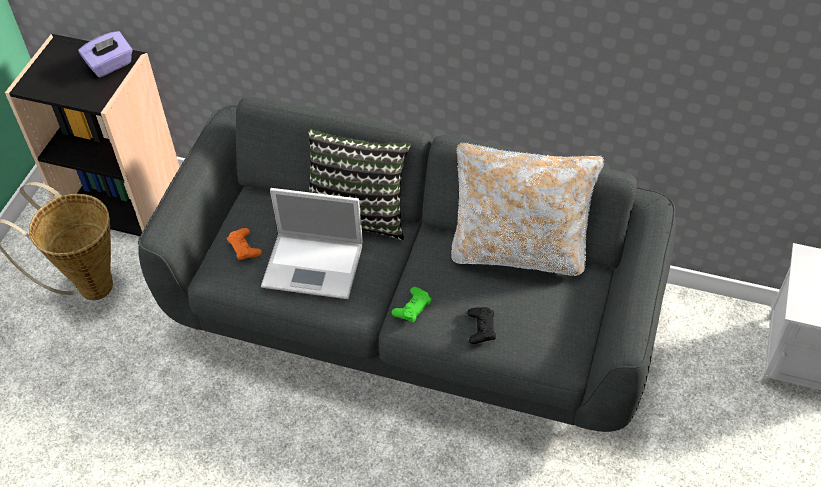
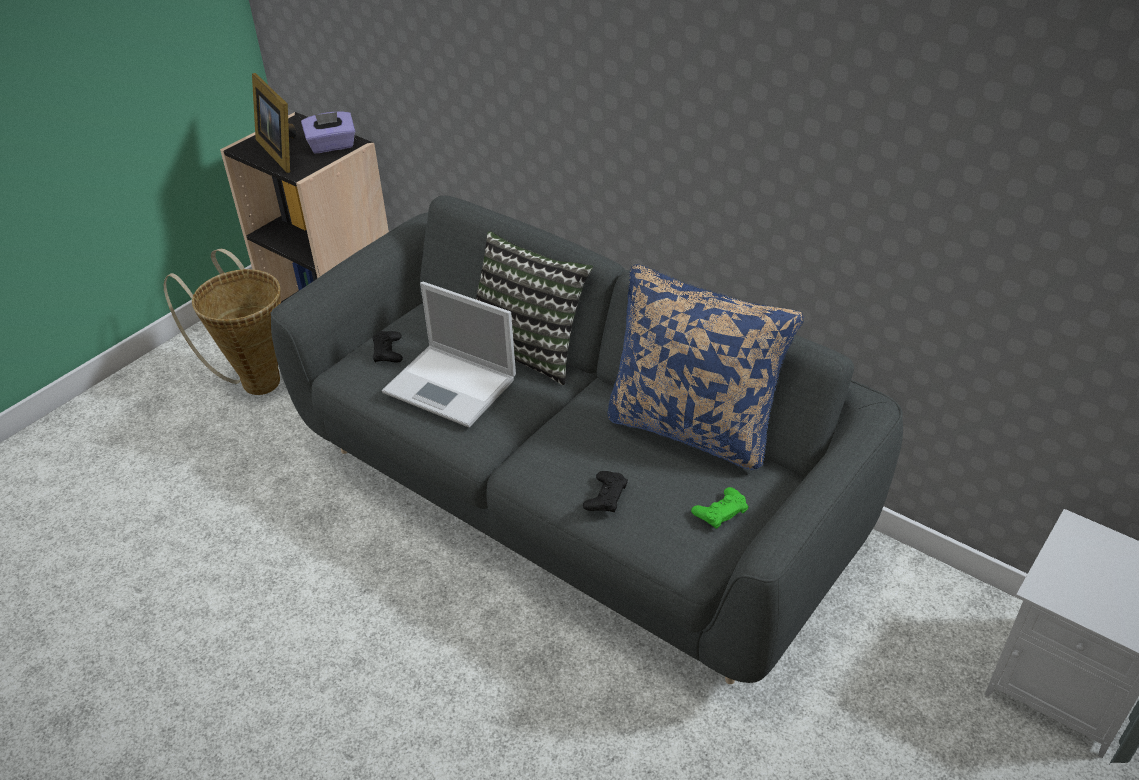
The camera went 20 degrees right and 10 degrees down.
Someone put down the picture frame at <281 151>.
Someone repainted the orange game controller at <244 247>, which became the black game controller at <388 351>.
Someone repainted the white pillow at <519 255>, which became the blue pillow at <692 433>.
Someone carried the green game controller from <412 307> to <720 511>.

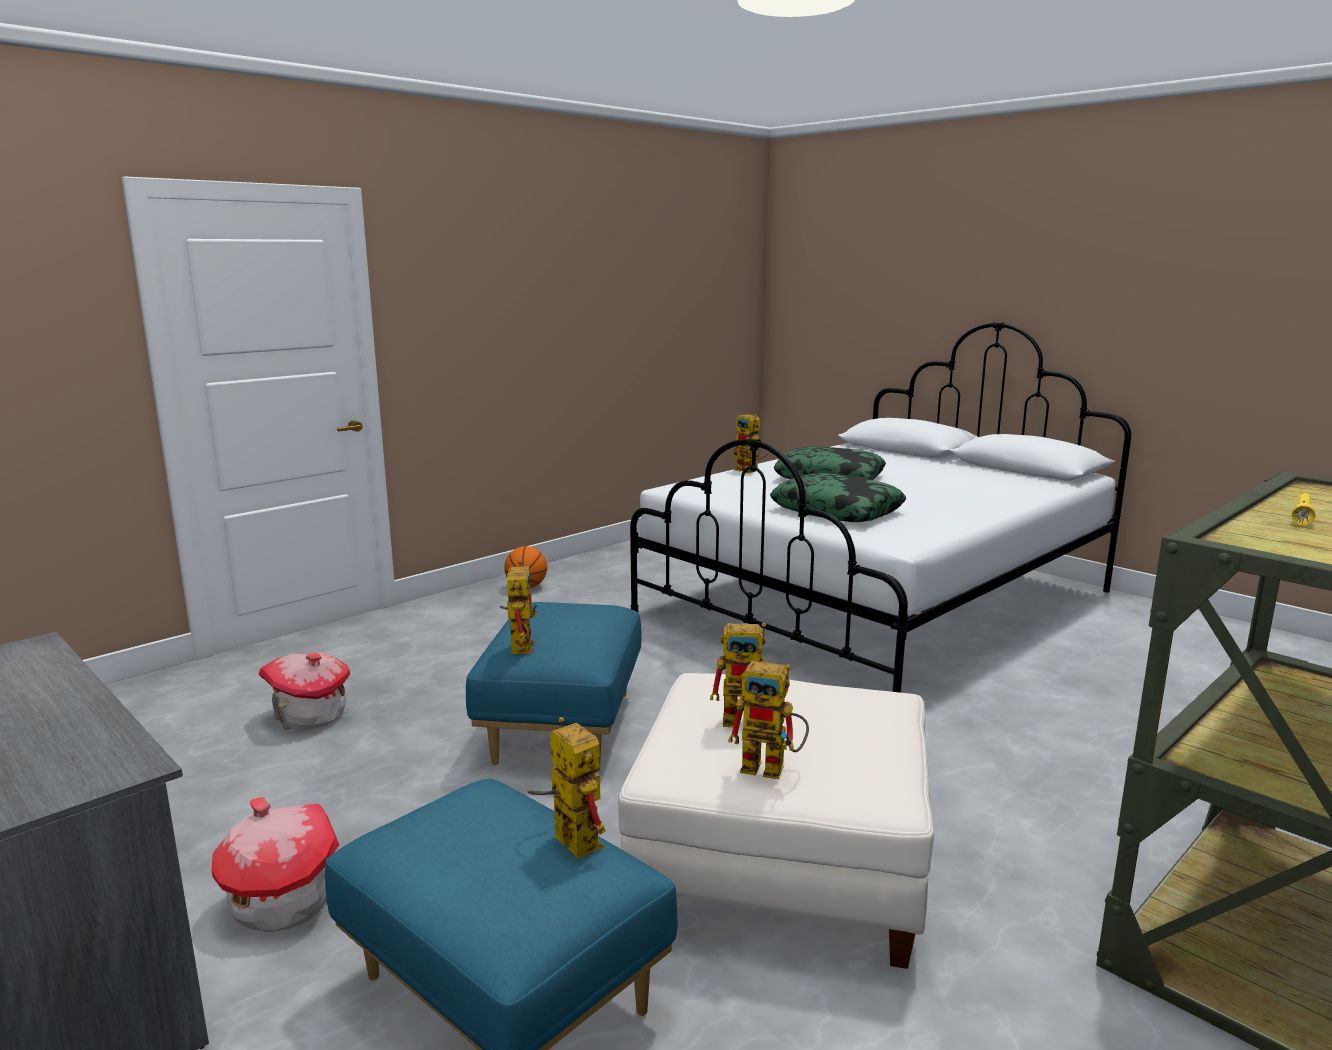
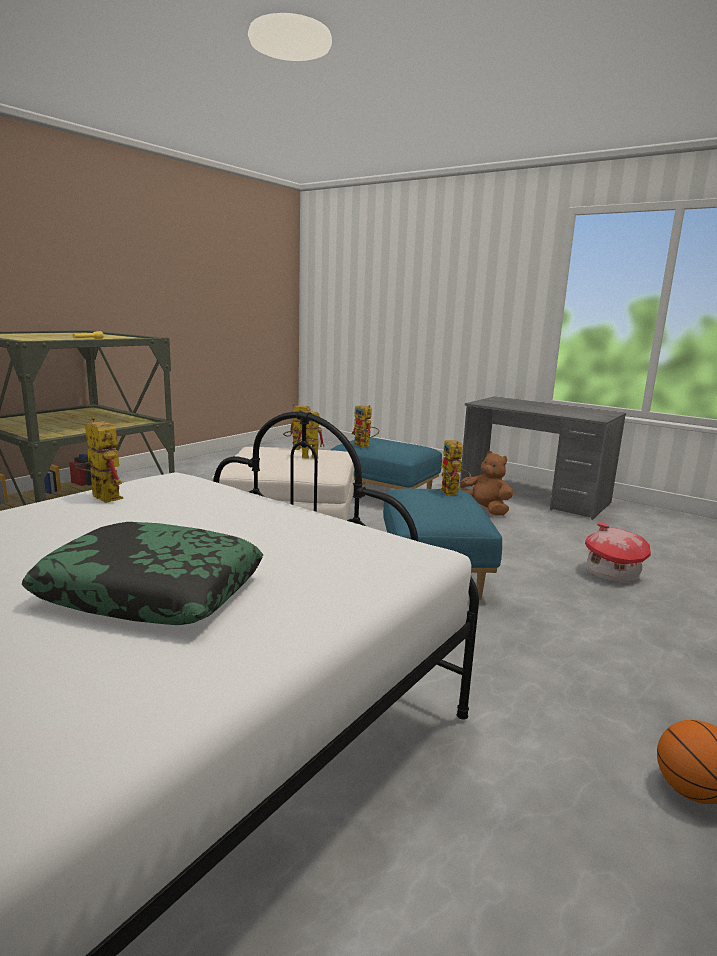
The camera went 170 degrees right and 0 degrees up.
Someone carried the toy robot from <751 471> to <101 496>.
Someone swapped the toy house at <282 903> for the brown plush toy at <484 510>.
Someone took away the pillow at <837 511>.

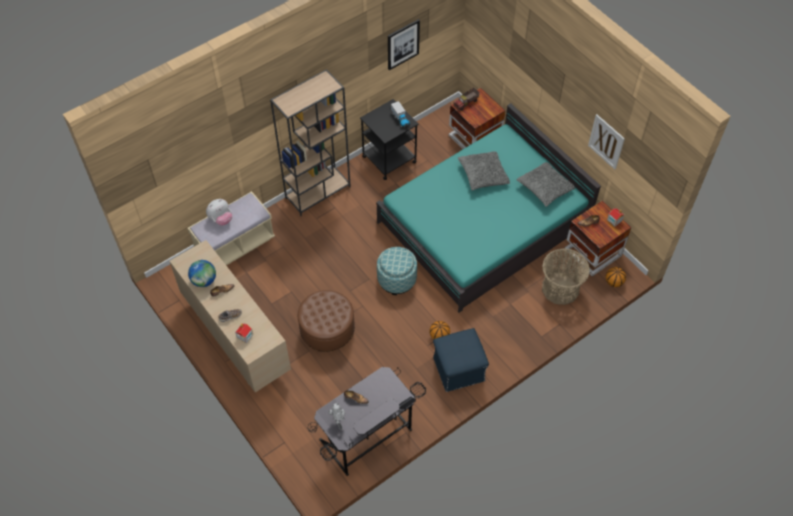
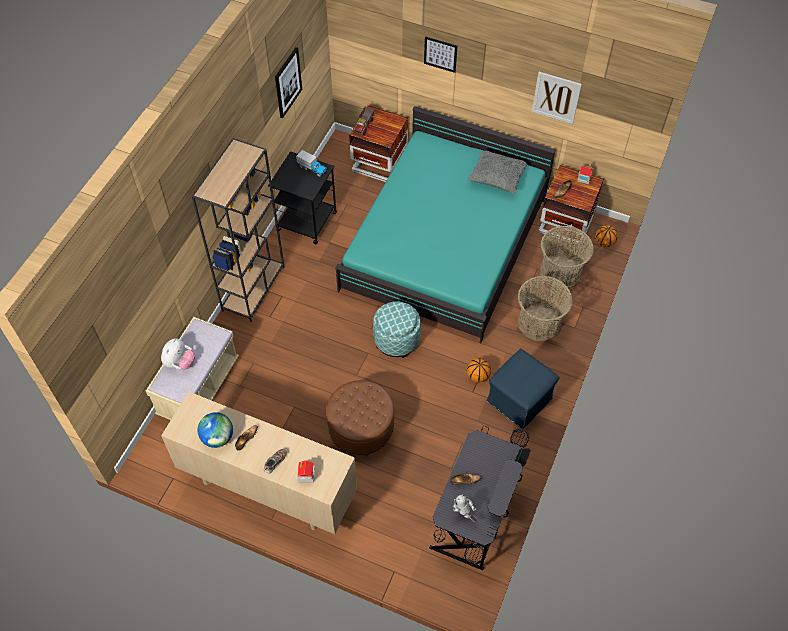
The camera went 30 degrees left and 0 degrees up.
Someone put up the picture at <440 54>.
Someone put down the basket at <539 323>.
Someone took away the grey pillow at <483 175>.

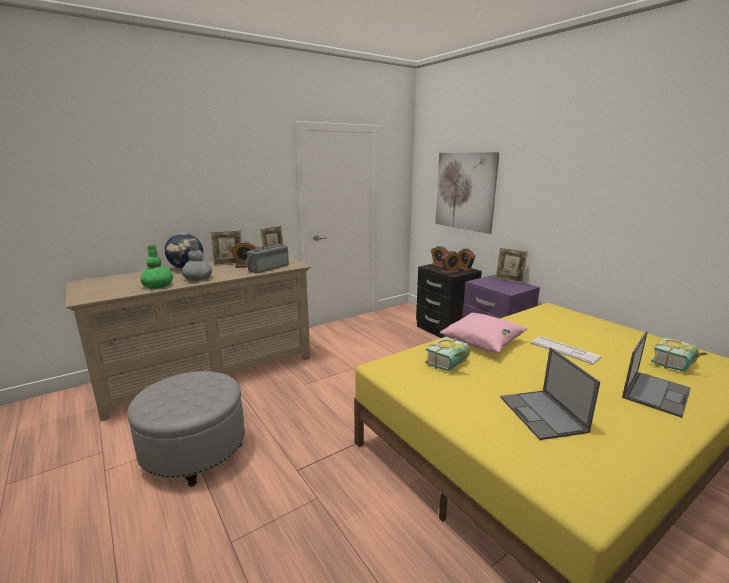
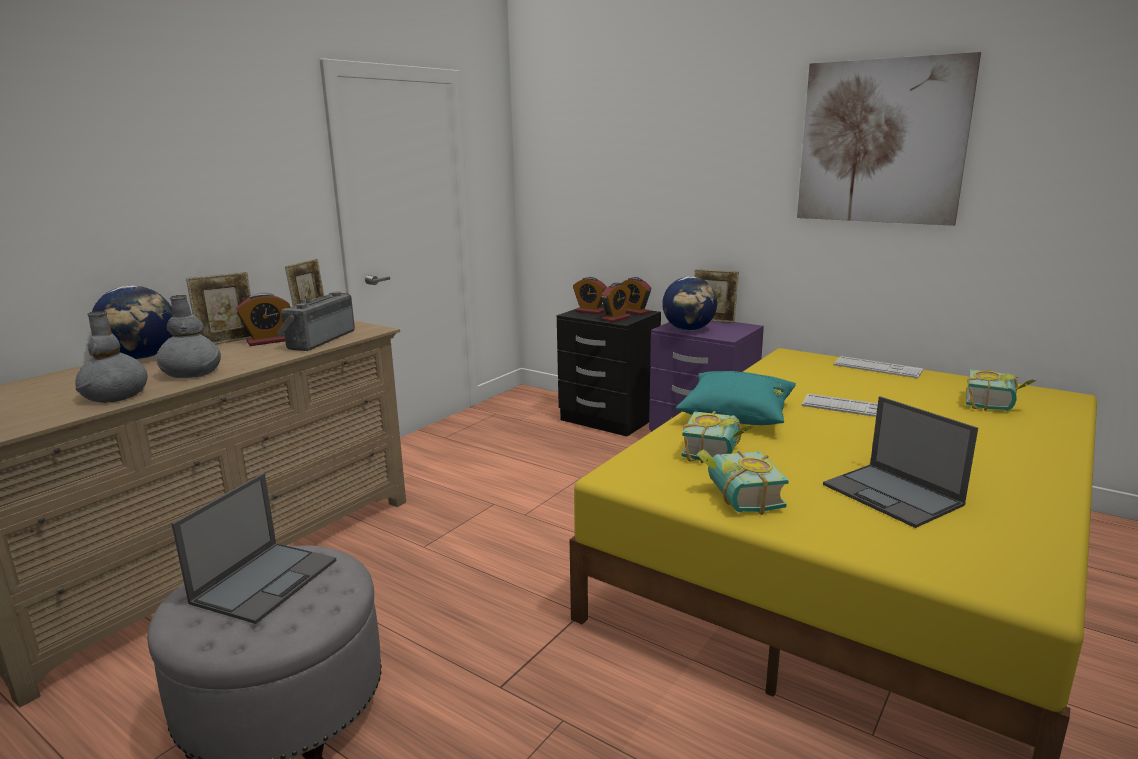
The camera went 20 degrees left and 0 degrees up.
Someone repainted the green vase at <158 285>, which became the grey vase at <116 395>.
Someone carried the laptop from <656 393> to <266 580>.
Someone put down the globe at <689 330>.
Someone repainted the pink pillow at <482 342>, which became the turquoise pillow at <736 415>.
Someone put down the book at <737 499>.
Someone carried the picture from <465 191> to <881 142>.
Someone put down the keyboard at <877 368>.

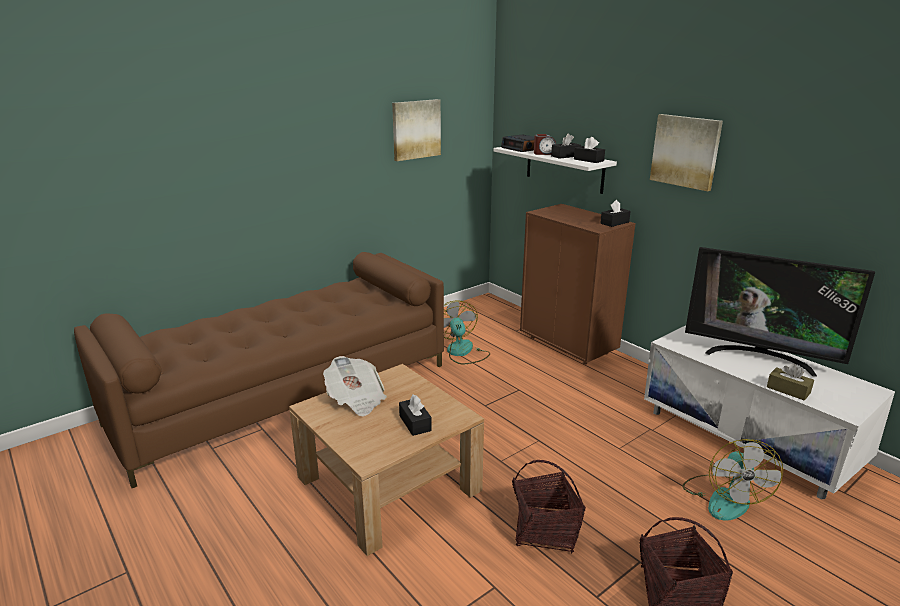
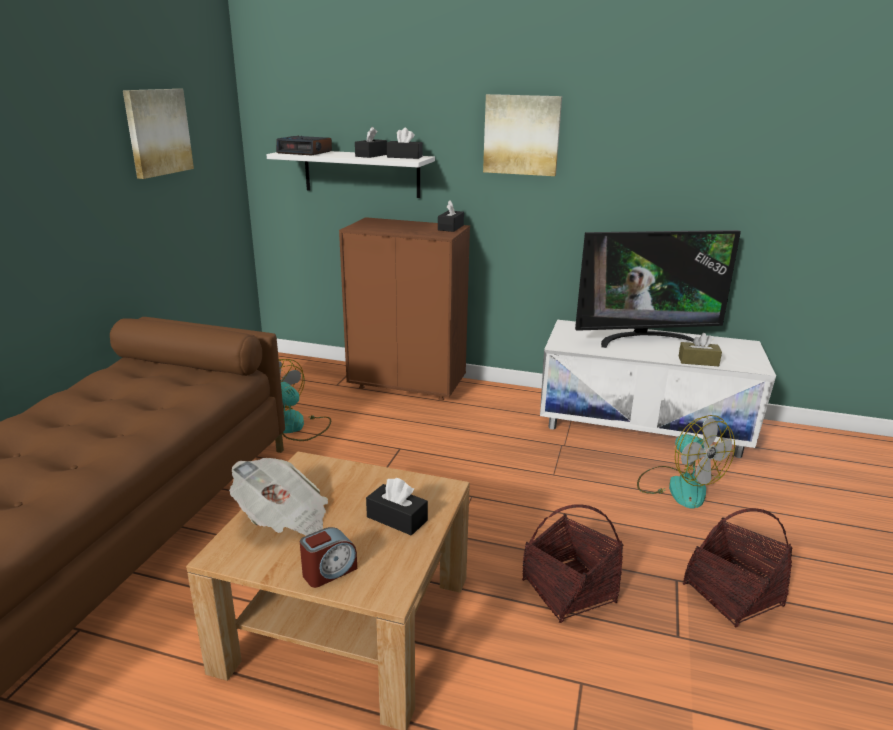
The camera went 35 degrees left and 0 degrees up.
Someone carried the alarm clock from <544 153> to <329 571>.

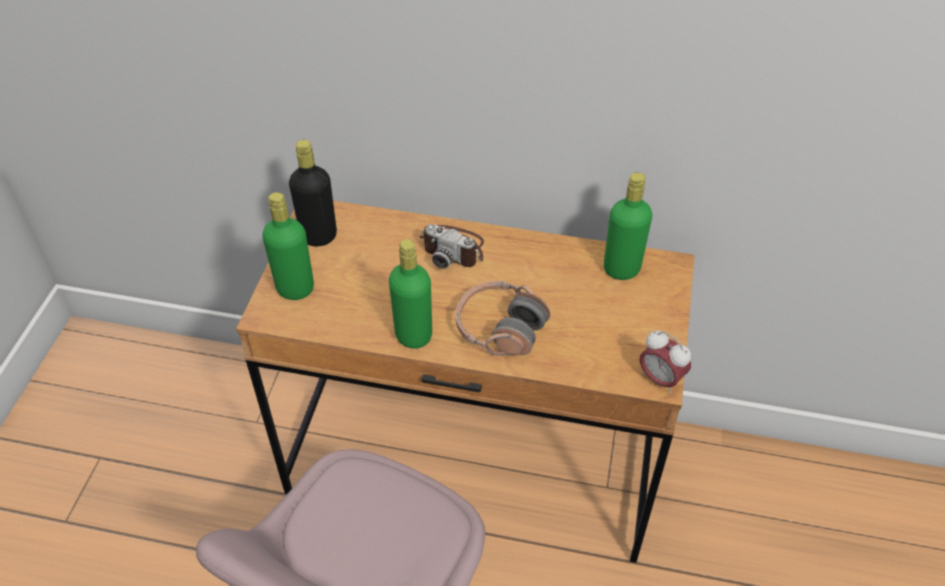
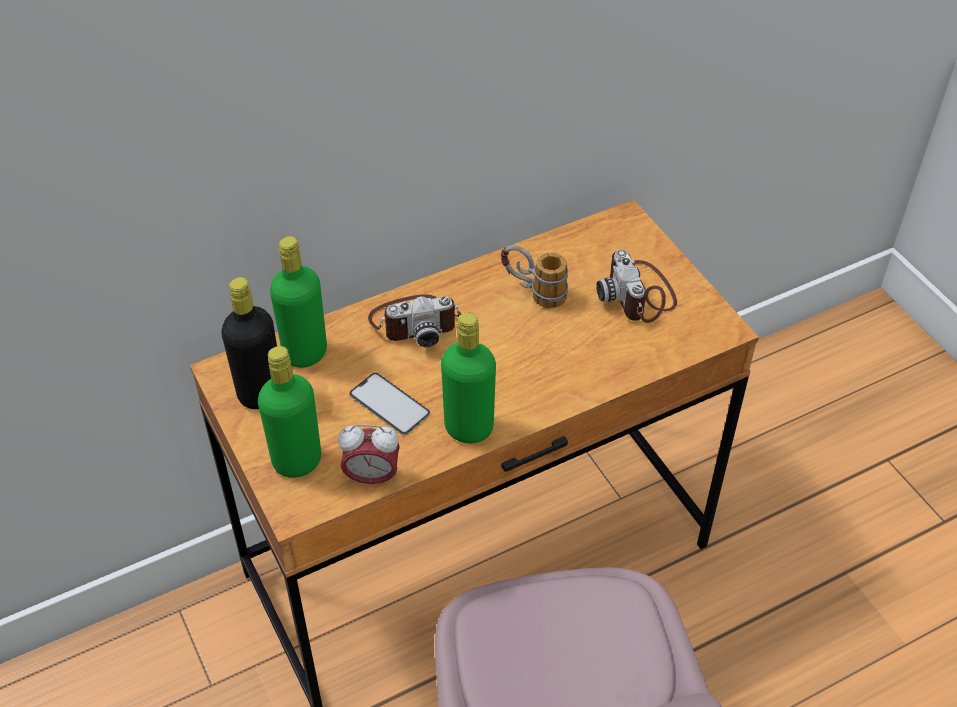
The camera went 40 degrees left and 0 degrees up.
Someone carried the green bottle from <621 269> to <305 353>.
Someone carried the alarm clock from <660 379> to <372 477>.
Someone put down the phone at <389 404>.
Someone put down the mug at <533 293>.
Someone put down the photo camera at <639 294>.
Someone took away the headphones at <500 328>.

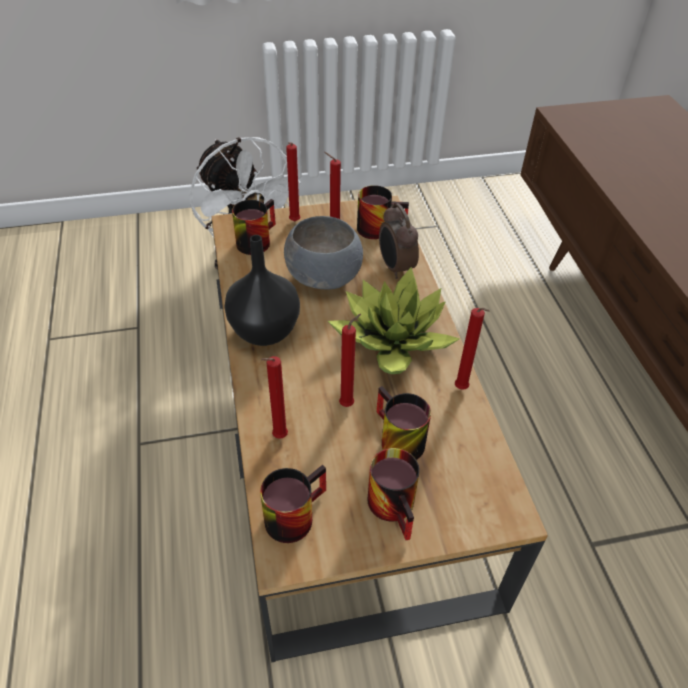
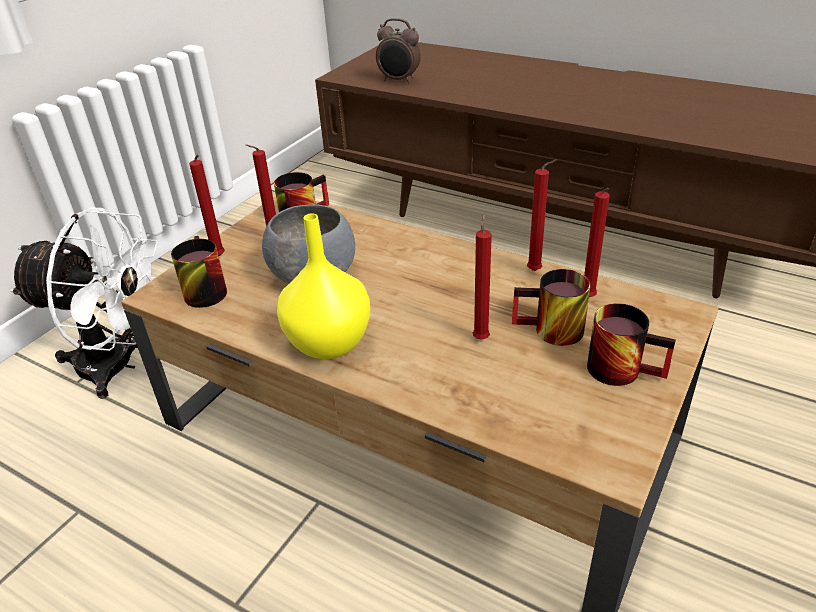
The camera went 45 degrees left and 10 degrees down.
Someone repainted the black vase at <264 332>, which became the yellow vase at <330 344>.
Someone carried the alarm clock from <395 268> to <399 80>.
Someone carried the red candle from <278 437> to <588 299>.
Someone took away the mug at <292 512>.
Someone took away the potted plant at <393 340>.

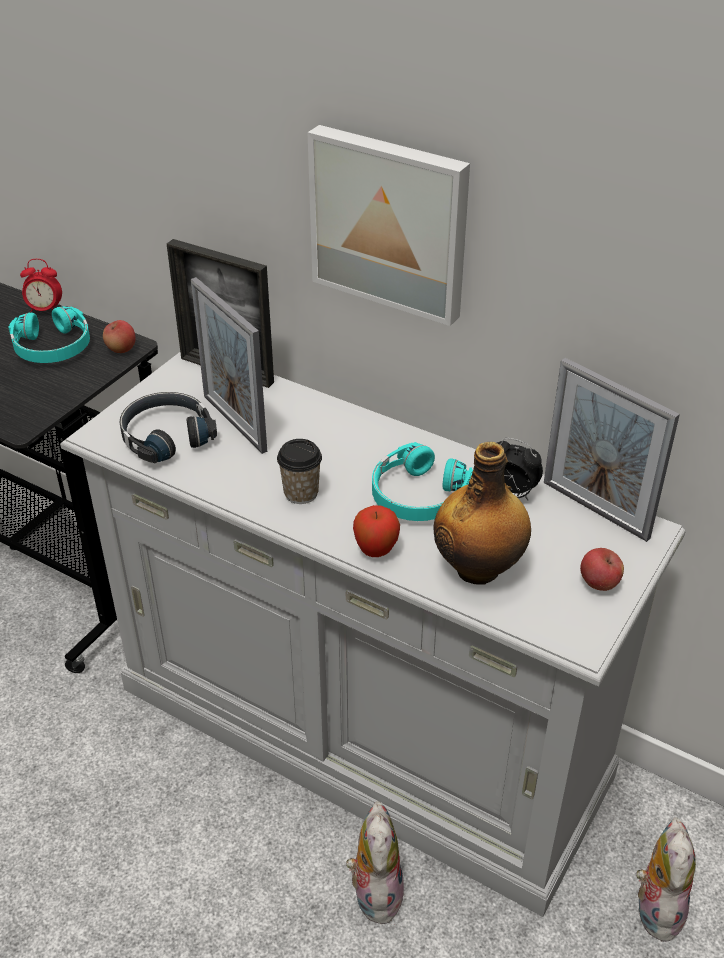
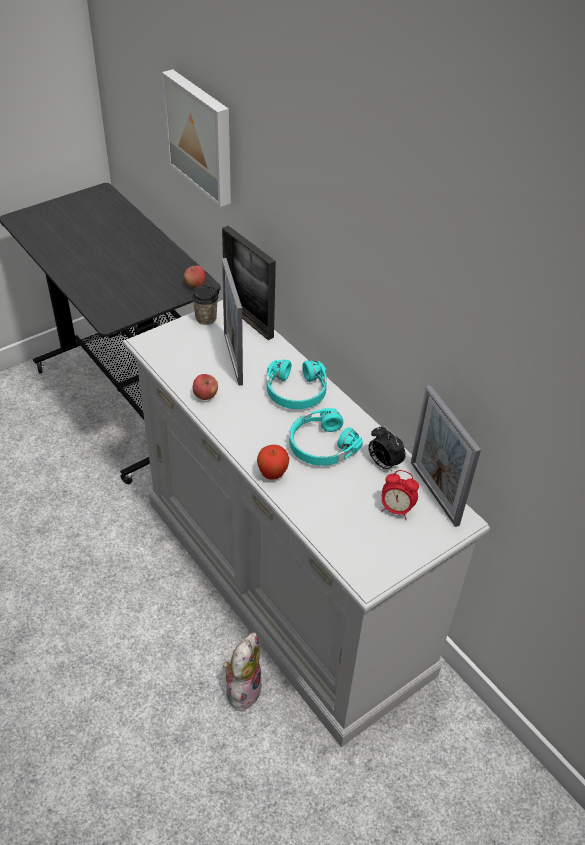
The camera went 20 degrees right and 5 degrees up.
Someone carried the picture from <390 222> to <202 136>.
Someone carried the cup from <301 493> to <206 318>.
Someone carried the apple from <598 583> to <205 396>.
Someone carried the turquoise headphones from <53 347> to <296 391>.
Someone carried the alarm clock from <45 310> to <396 509>.
Someone took away the black headphones at <166 436>.
Someone took away the bottle at <479 568>.
Someone took away the plush toy at <655 907>.

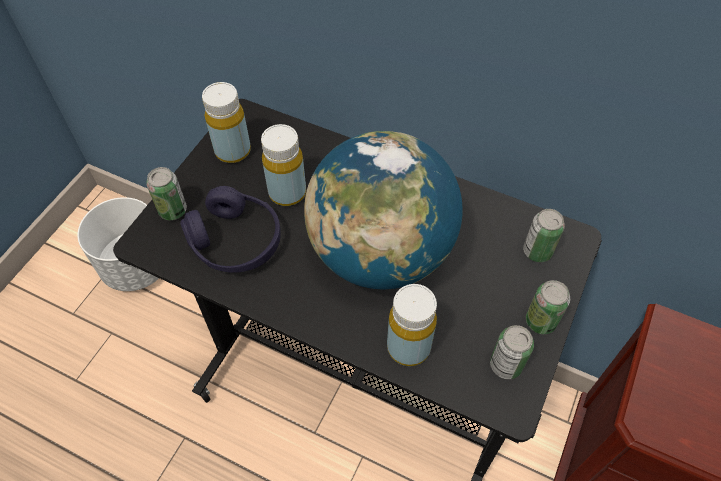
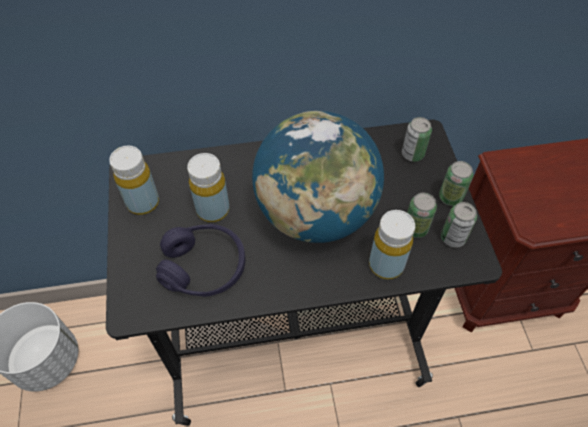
The camera went 35 degrees left and 0 degrees up.
Someone carried the can from <173 210> to <415 228>.

